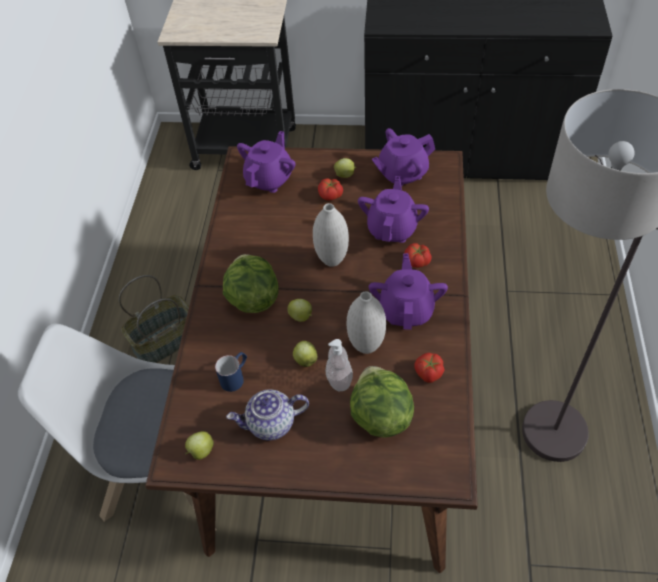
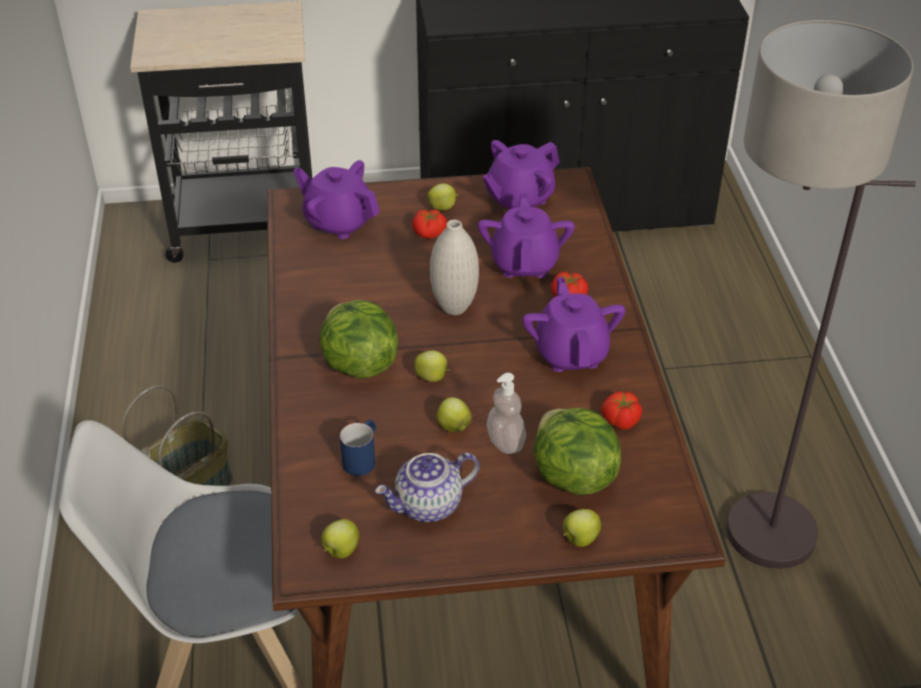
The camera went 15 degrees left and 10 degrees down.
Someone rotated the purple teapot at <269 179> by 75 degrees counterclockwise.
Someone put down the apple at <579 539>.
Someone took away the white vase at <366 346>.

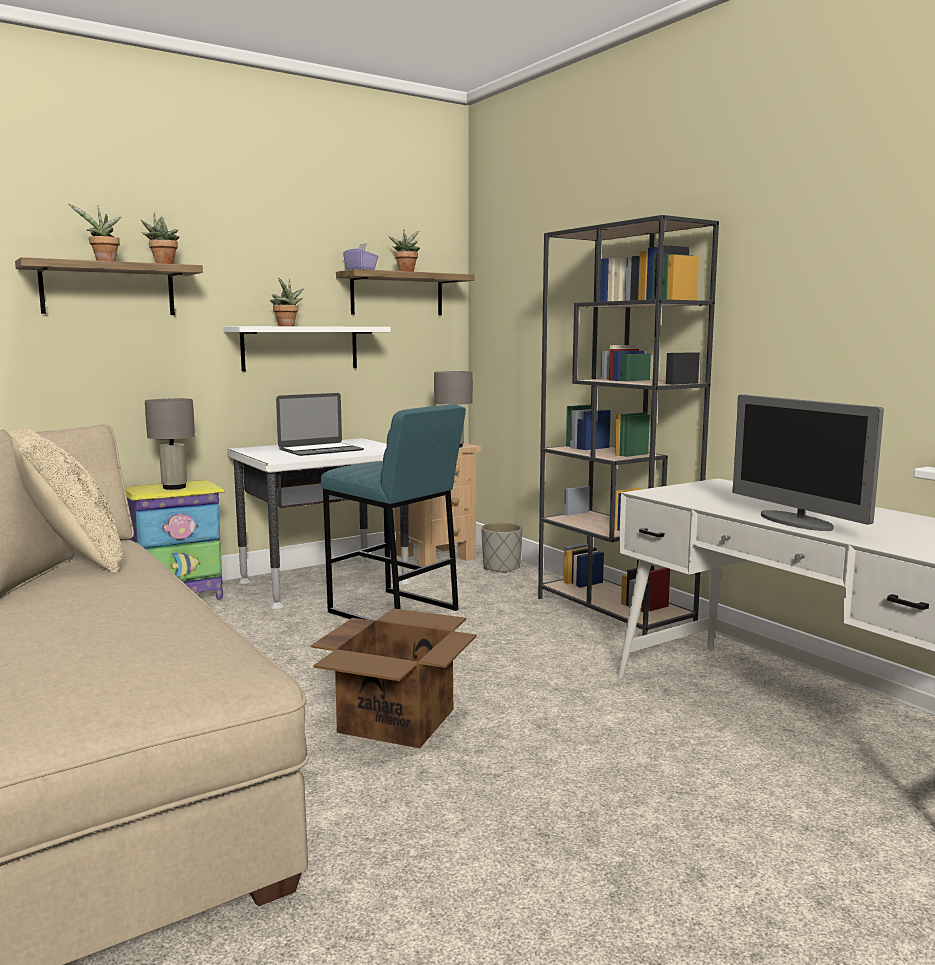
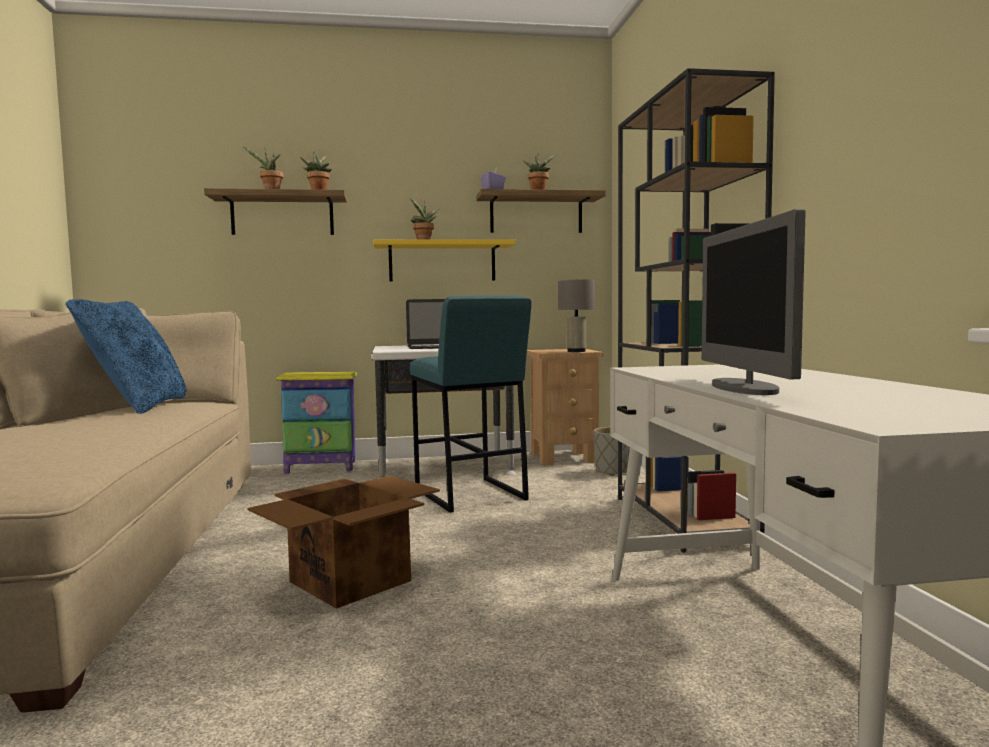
The camera went 25 degrees right and 5 degrees down.
Someone repainted the beige pillow at <71 561>, which became the blue pillow at <138 406>.
Someone repainted the white shelf at <300 348>, which became the yellow shelf at <442 262>.
Someone took away the grey table lamp at <174 487>.

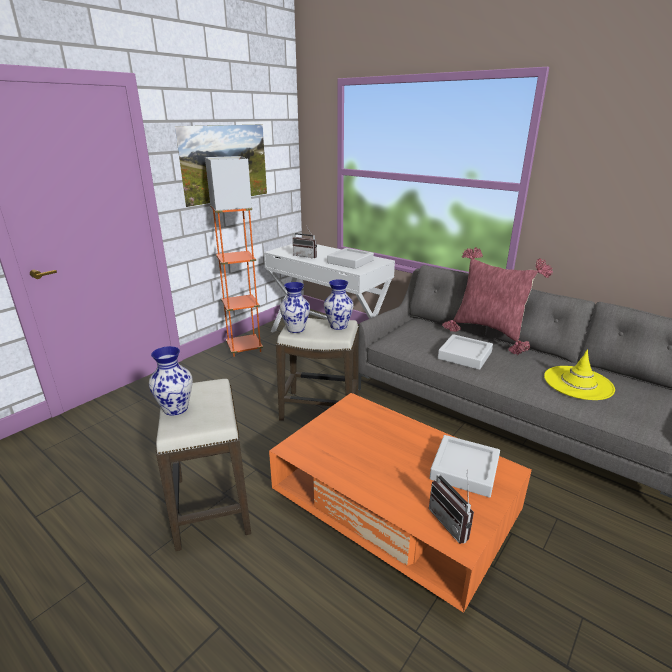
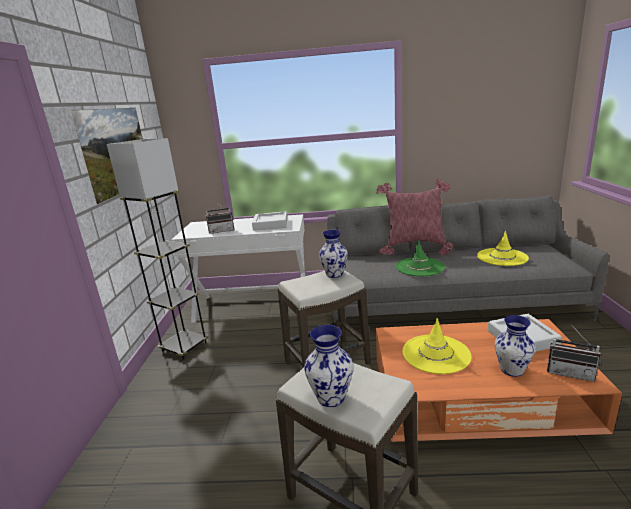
The camera went 35 degrees left and 5 degrees down.
Someone repainted the orange floor lamp at <244 348>, which became the grey floor lamp at <184 347>.
Someone swapped the grey tray at <464 355> for the green hat at <420 267>.
Someone put down the yellow hat at <436 354>.
Someone carried the vase from <295 329> to <511 370>.

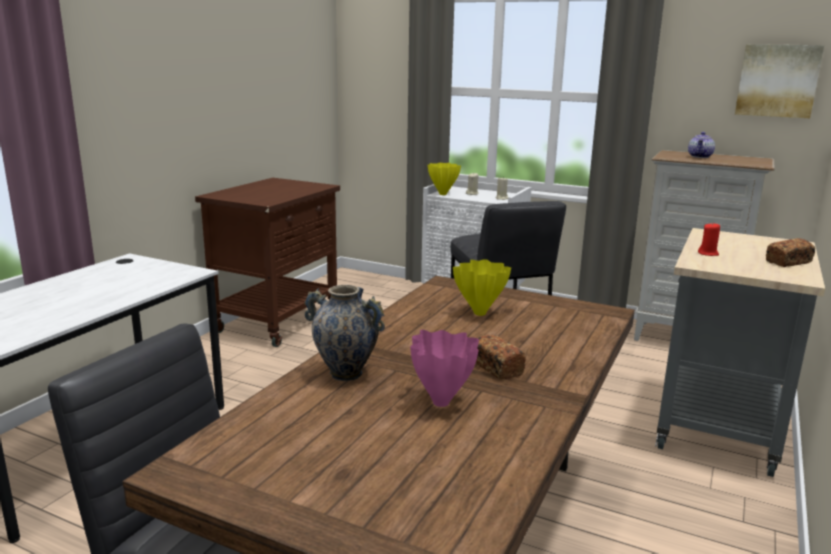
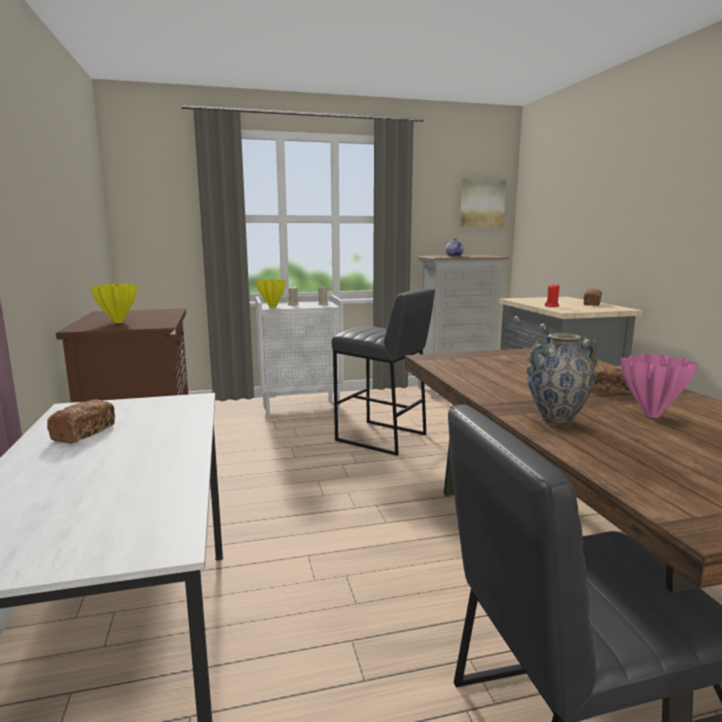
The camera went 40 degrees left and 5 degrees down.
Someone put down the bread at <84 433>.
Someone carried the yellow vase from <481 313> to <119 322>.

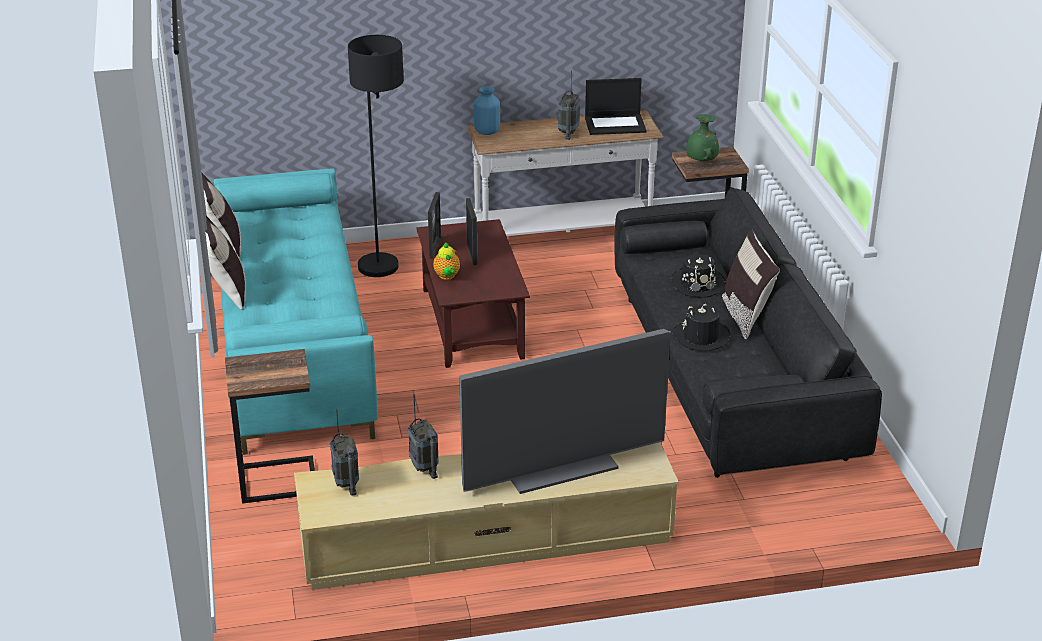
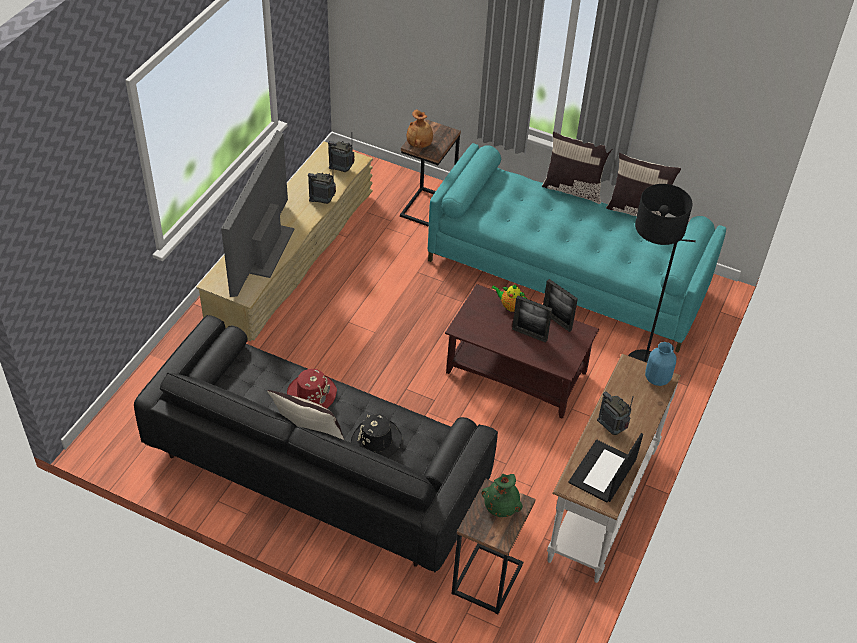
The camera went 125 degrees right and 15 degrees up.
Someone repainted the black hat at <701 337>, which became the red hat at <311 394>.
Someone put down the brown vase at <420 144>.

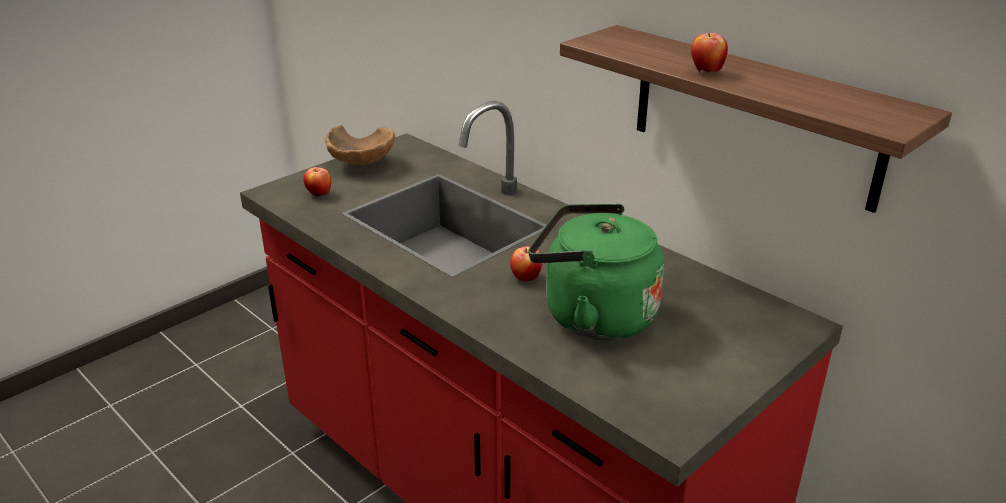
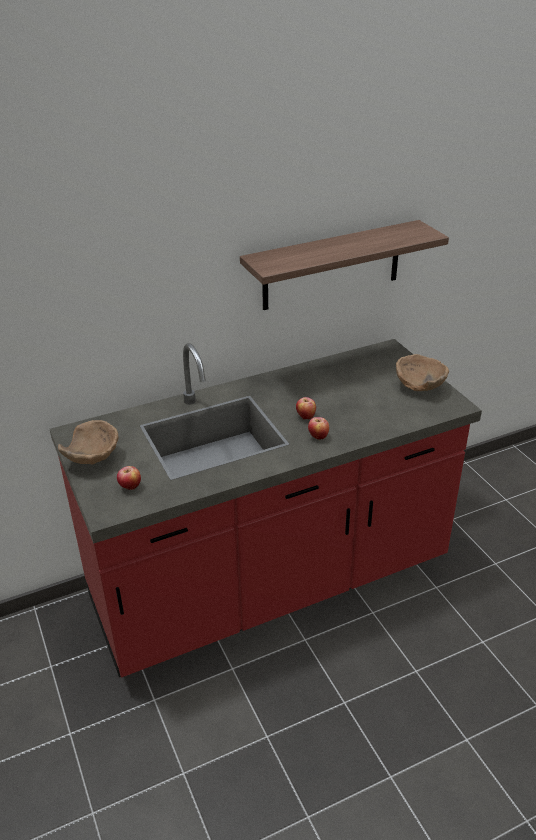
The camera went 70 degrees left and 5 degrees up.
Someone carried the apple from <706 72> to <318 437>.
Someone put down the brown bowl at <421 387>.
Someone took away the green kettle at <592 315>.

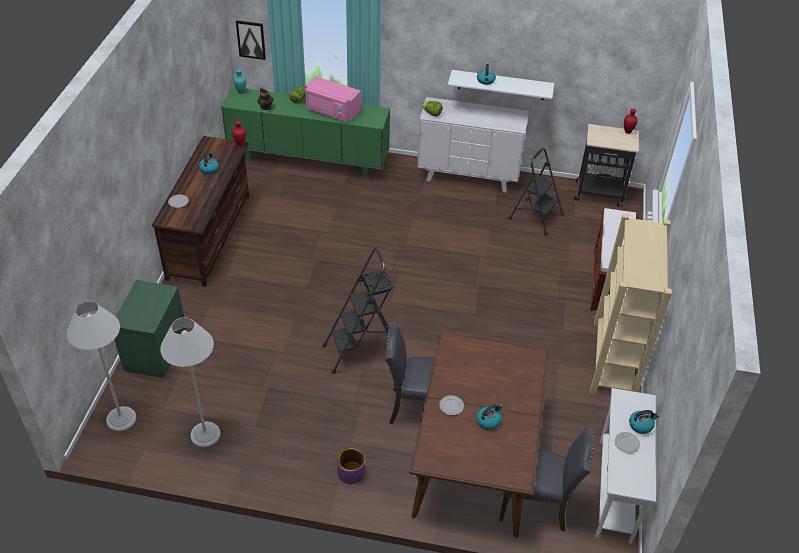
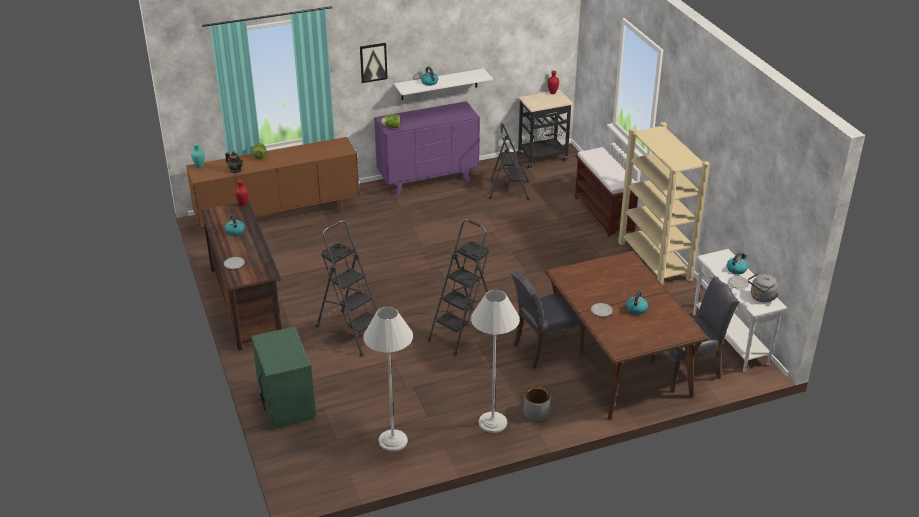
The camera went 30 degrees left and 10 degrees down.
Someone repainted the green cabinet at <309 161>, which became the brown cabinet at <278 216>.
Someone put down the step ladder at <351 332>.
Someone carried the picture from <251 39> to <373 62>.
Someone repainted the white dresser at <468 176>, which became the purple dresser at <428 180>.
Someone carried the white floor lamp from <121 419> to <492 422>.
Someone repainted the purple planter at <351 472>, which became the grey planter at <536 412>.
Someone put down the grey kettle at <761 297>.
Someone took away the pink microwave at <332 111>.

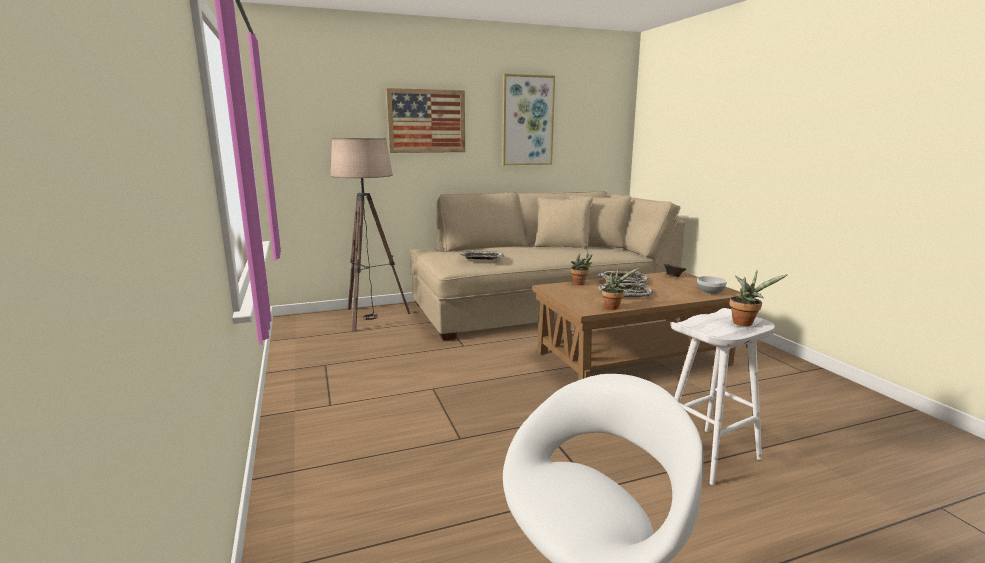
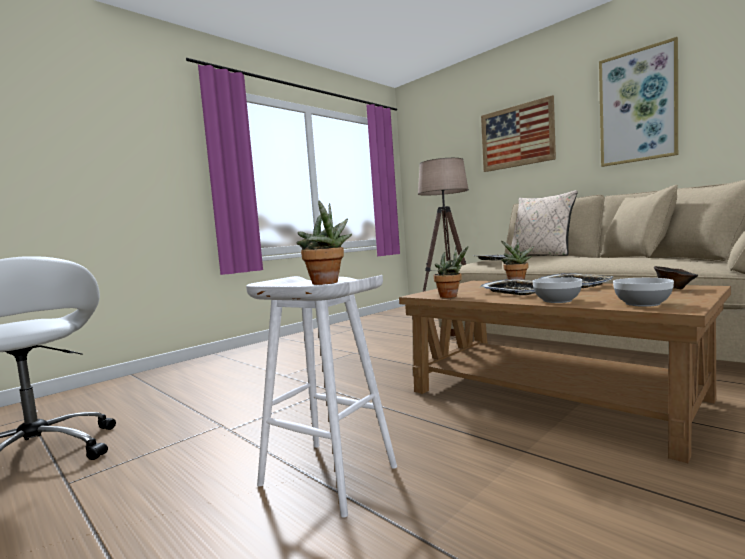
The camera went 65 degrees right and 10 degrees down.
Someone put down the beige pillow at <541 255>.
Someone put down the bowl at <557 301>.

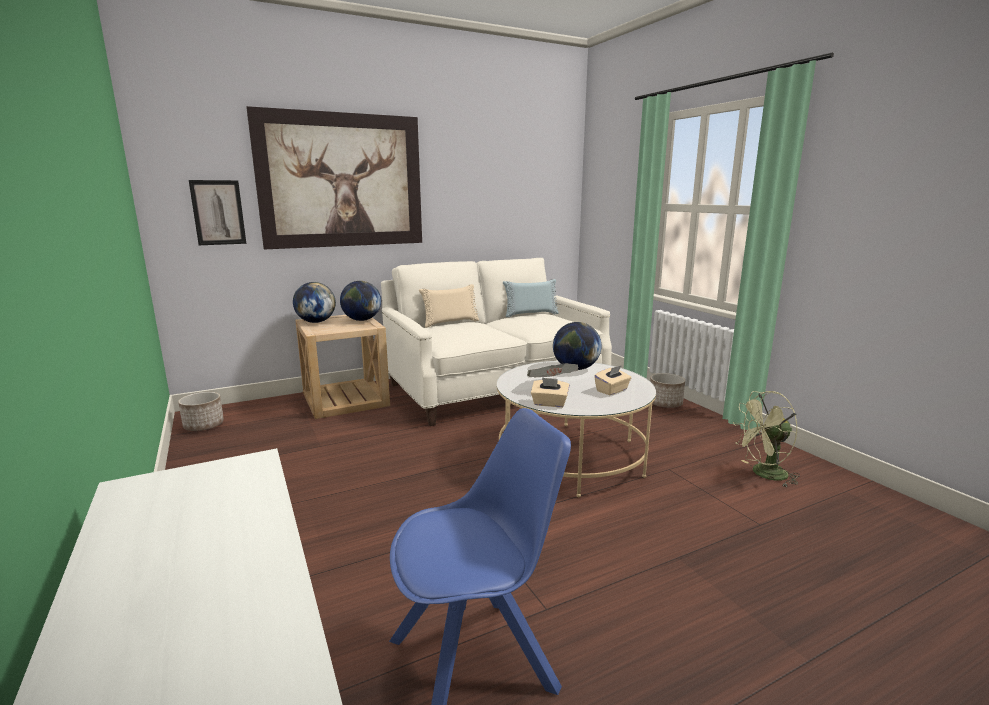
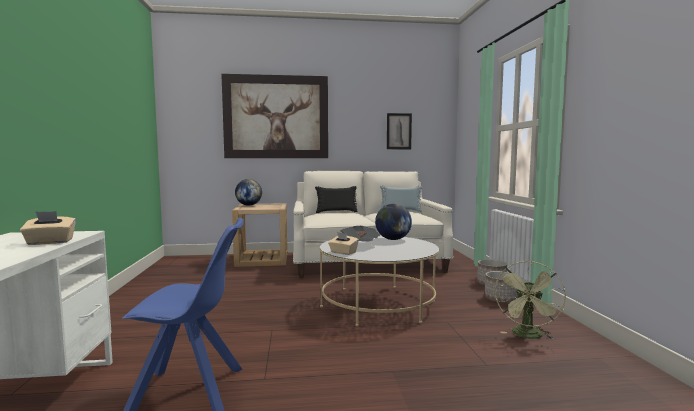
The camera went 20 degrees right and 10 degrees down.
Someone carried the beige tissue box from <612 390> to <50 242>.
Someone repainted the beige pillow at <450 323>, which became the black pillow at <336 212>.
Someone carried the picture from <218 212> to <399 131>.
Someone carried the planter from <204 426> to <500 299>.
Someone rotated the green fan at <763 474> by 75 degrees counterclockwise.
Someone took away the globe at <362 320>.

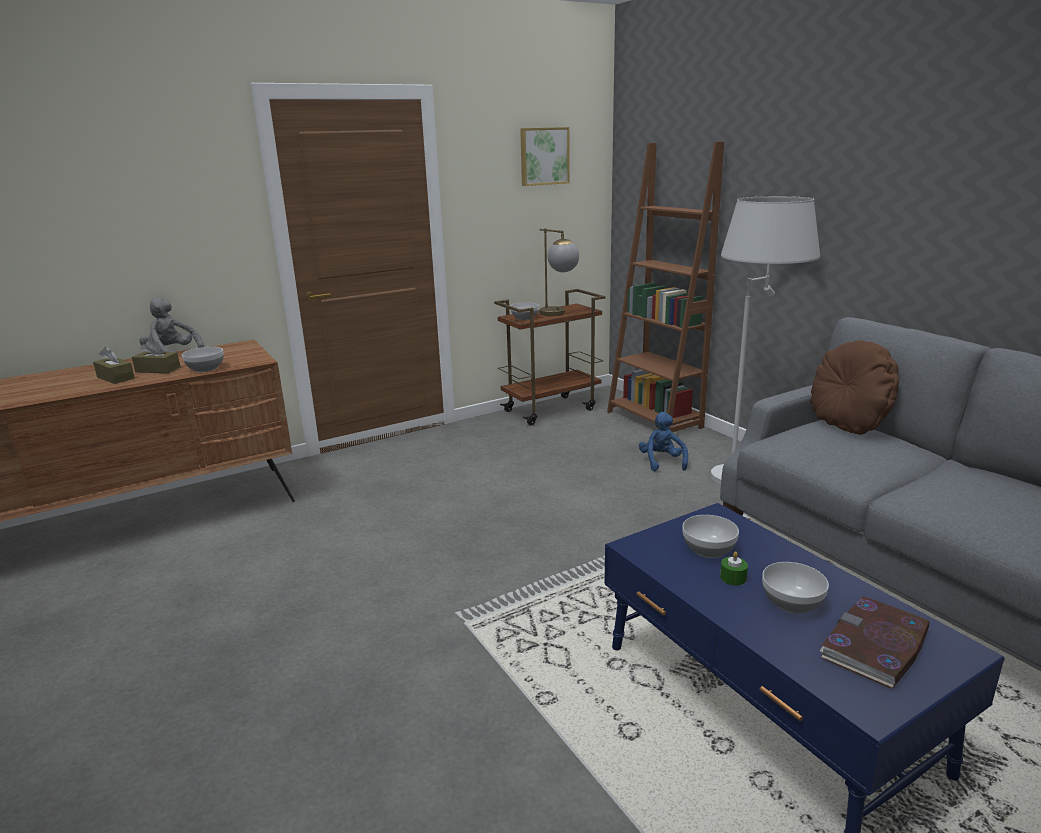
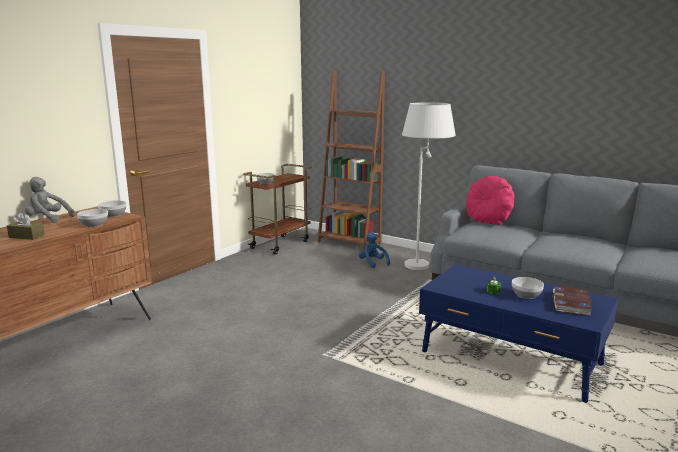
The camera went 25 degrees left and 5 degrees down.
Someone carried the bowl from <707 549> to <113 215>.
Someone repainted the brown pillow at <847 426>, which became the pink pillow at <488 222>.
Someone took away the brown tissue box at <158 370>.
Someone took away the picture at <543 156>.
Someone took away the table lamp at <559 314>.

